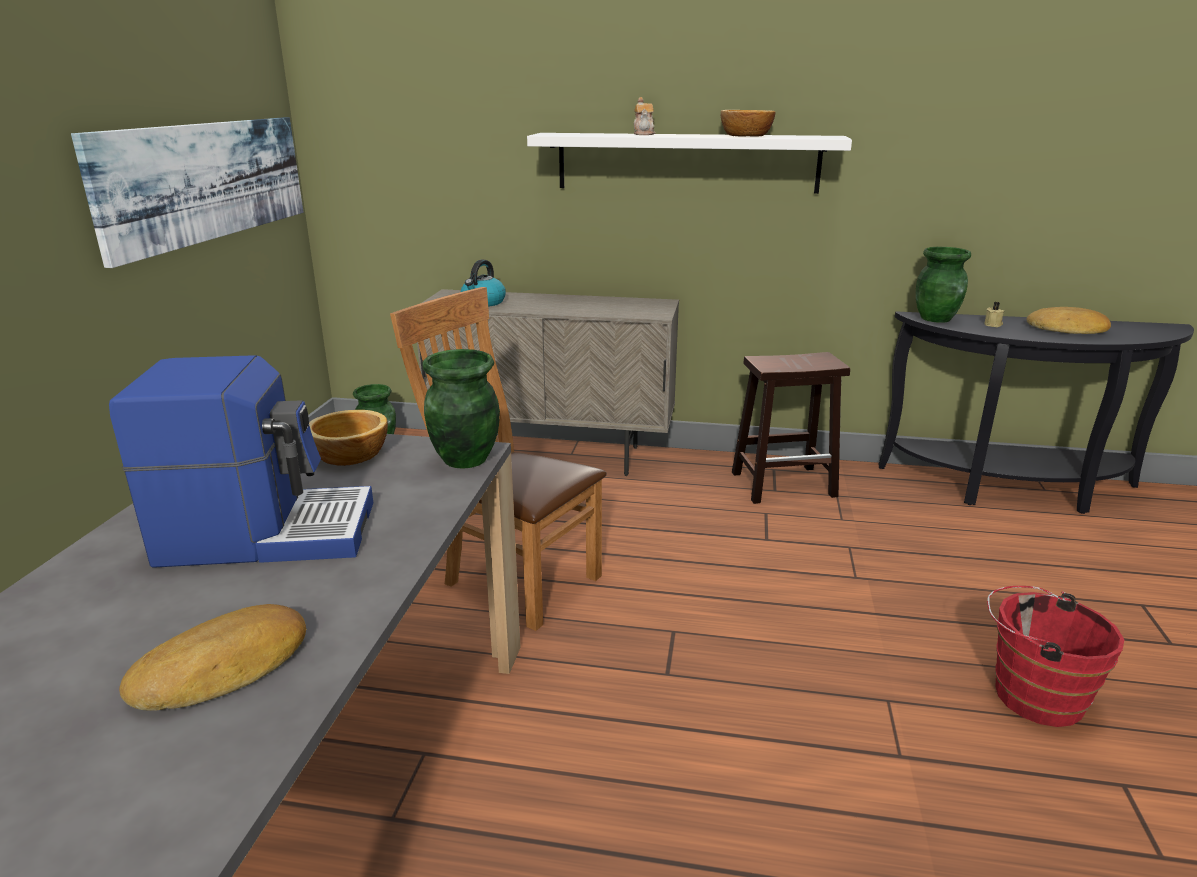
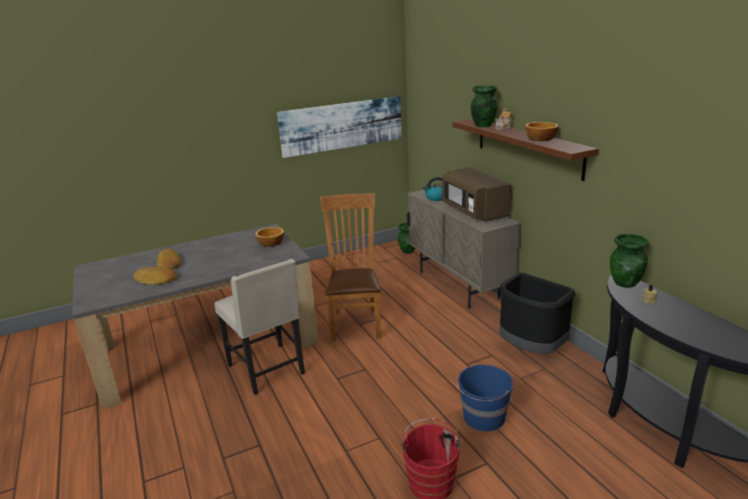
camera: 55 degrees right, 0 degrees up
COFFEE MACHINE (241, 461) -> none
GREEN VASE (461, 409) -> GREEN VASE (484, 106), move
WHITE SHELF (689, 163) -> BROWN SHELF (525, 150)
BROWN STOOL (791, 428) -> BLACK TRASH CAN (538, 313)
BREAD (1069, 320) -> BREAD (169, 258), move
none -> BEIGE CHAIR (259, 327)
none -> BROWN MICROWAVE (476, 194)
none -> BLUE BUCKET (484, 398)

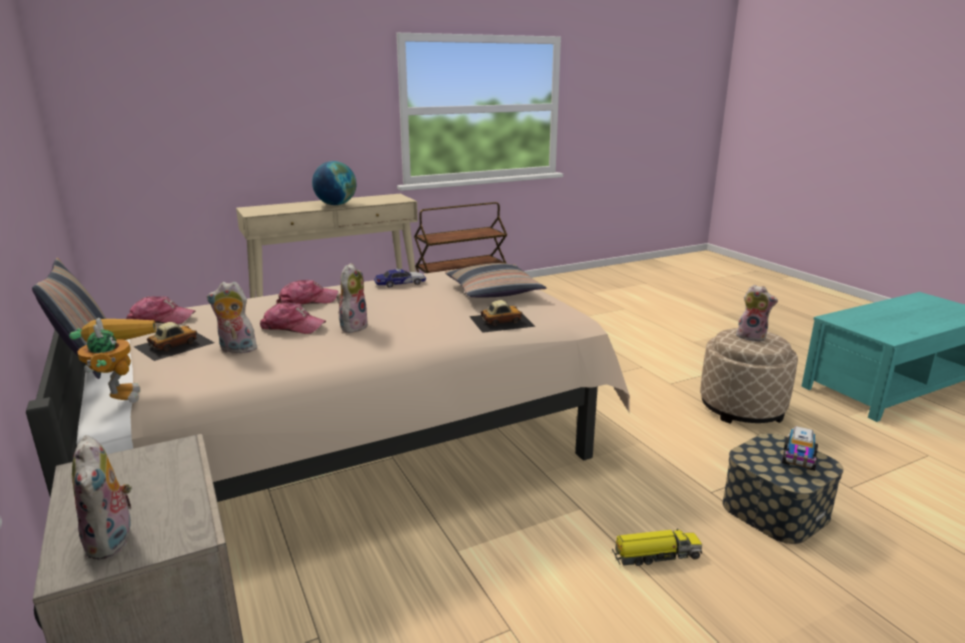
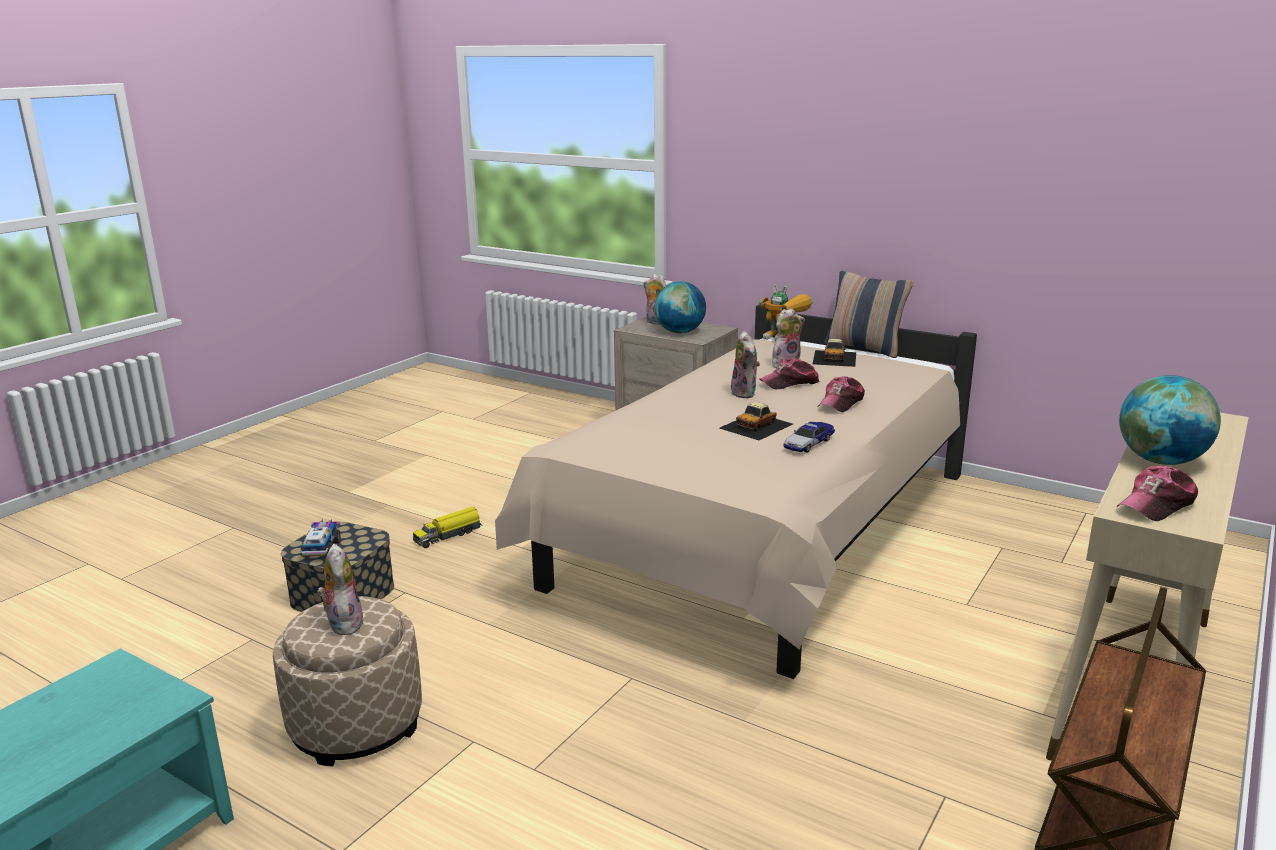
camera: 150 degrees right, 0 degrees up
CAP (160, 310) -> CAP (1157, 493), move
PILLOW (496, 280) -> none
TOY CAR (502, 316) -> TOY CAR (756, 421), move
PLUSH TOY (757, 313) -> PLUSH TOY (340, 589), 75 degrees clockwise
none -> GLOBE (680, 307)

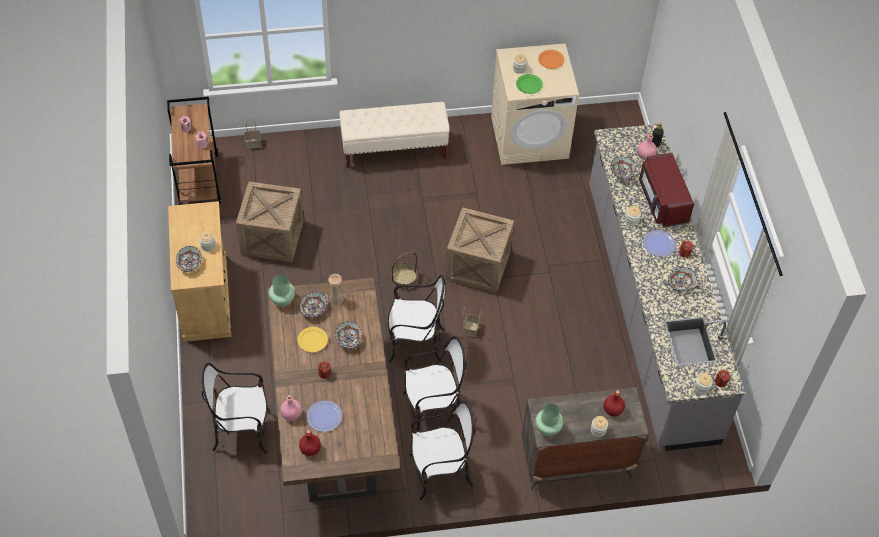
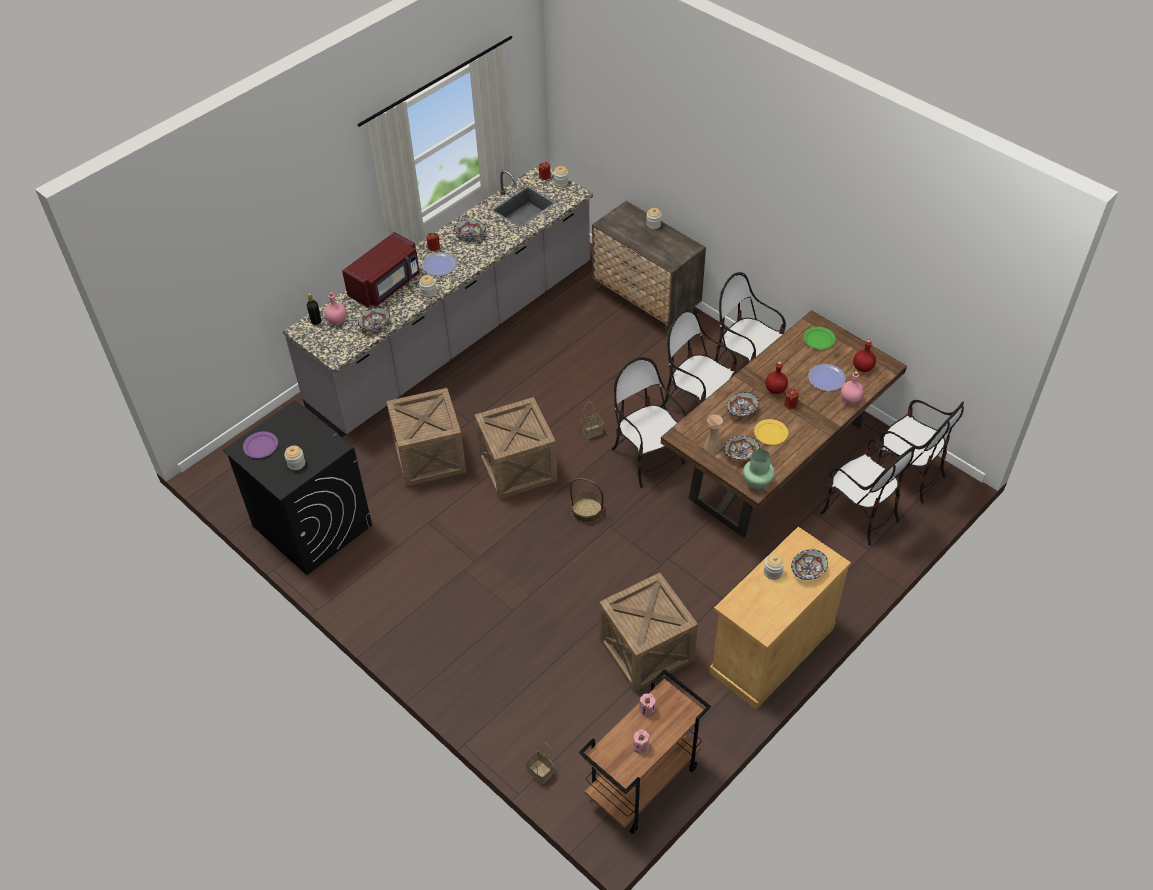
camera: 125 degrees left, 5 degrees down
BEIGE BENCH (394, 135) -> none
BEIGE WASHING MACHINE (535, 104) -> BLACK WASHING MACHINE (297, 487)
GREEN PLATE (529, 84) -> GREEN PLATE (820, 338), move
GREEN VASE (549, 419) -> none
ORANGE PLATE (551, 59) -> PURPLE PLATE (260, 444)
RED BOTTLE (614, 403) -> RED BOTTLE (777, 377), move
none -> CRATE (426, 437)
none -> CHAIR (920, 452)

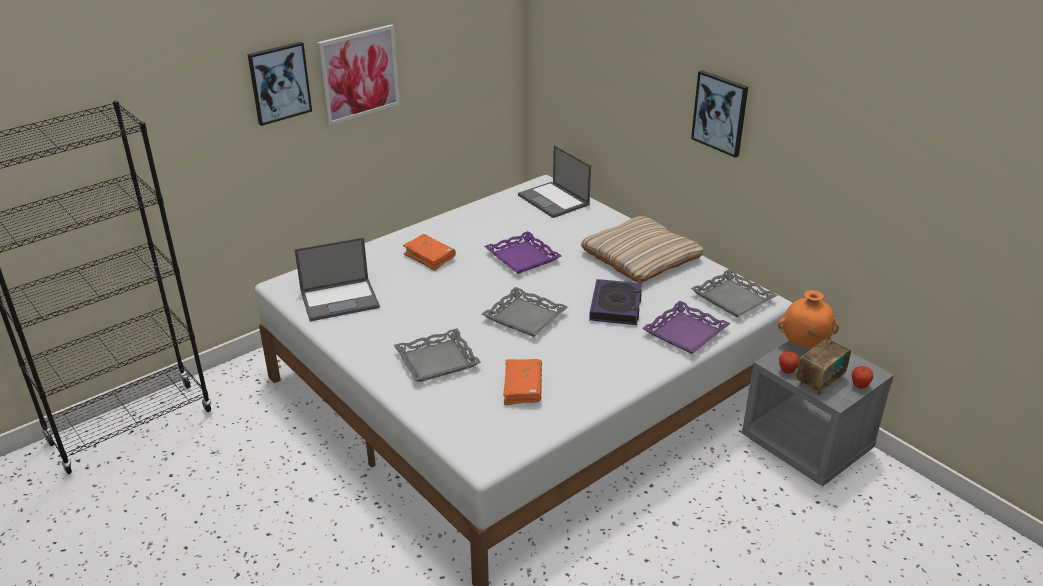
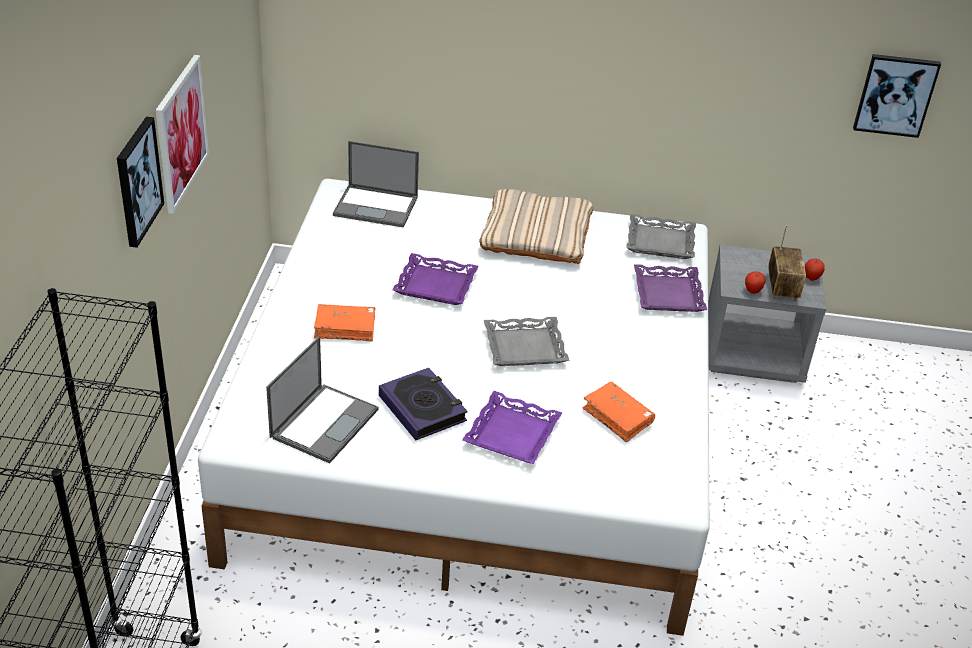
camera: 45 degrees left, 5 degrees up
GREY TRAY (437, 355) -> PURPLE TRAY (512, 427)
BOOK (615, 302) -> BOOK (423, 404), move
PICTURE (719, 114) -> PICTURE (897, 96), move
ORANGE VASE (808, 319) -> none

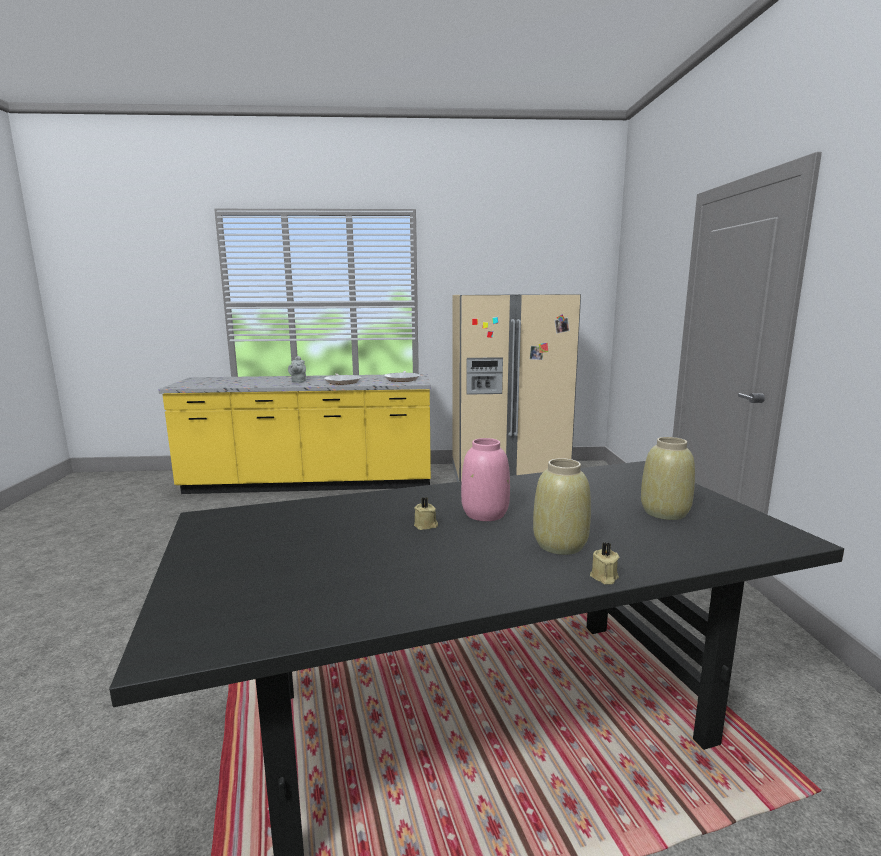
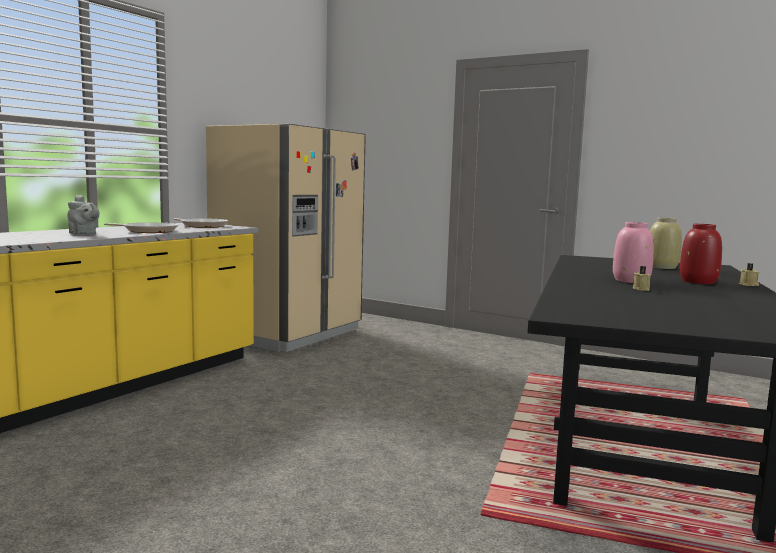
camera: 55 degrees left, 5 degrees down
BEIGE VASE (562, 506) -> RED VASE (701, 254)

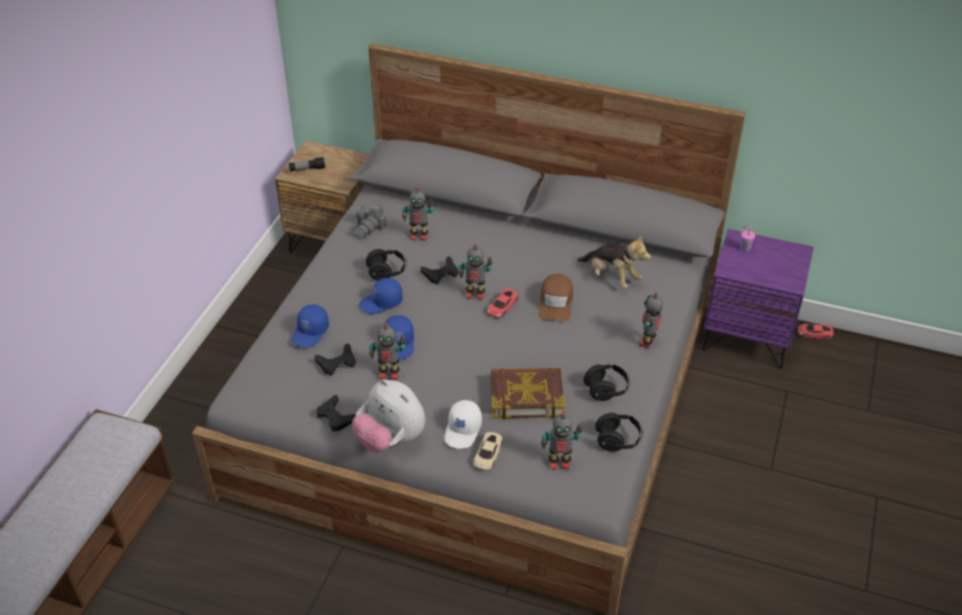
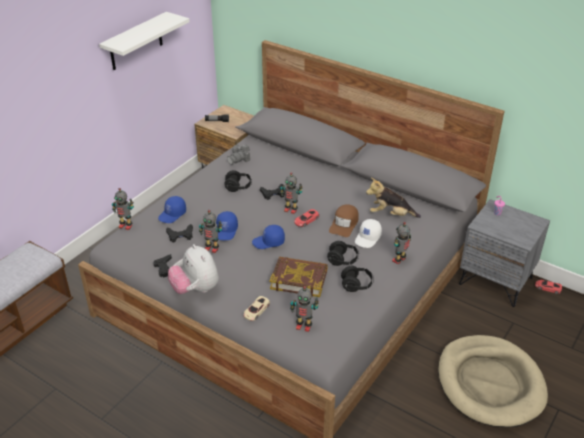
camera: 15 degrees right, 5 degrees down
BLUE CAP (381, 296) -> BLUE CAP (268, 237), move
TOY ROBOT (418, 214) -> TOY ROBOT (123, 209), move
WHITE CAP (463, 424) -> WHITE CAP (368, 233), move
PLUSH TOY (614, 261) -> PLUSH TOY (393, 198), 135 degrees clockwise
BLACK HEADPHONES (619, 432) -> BLACK HEADPHONES (343, 253), move
PURPLE NIGHTSTAND (758, 299) -> GREY NIGHTSTAND (504, 253)
none -> WHITE SHELF (144, 41)
none -> BEIGE DOG BED (493, 381)

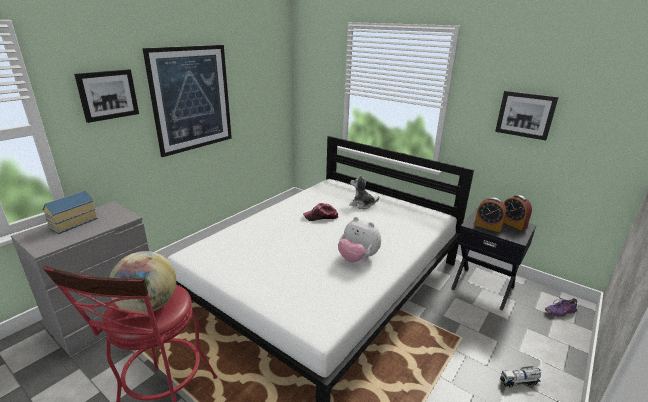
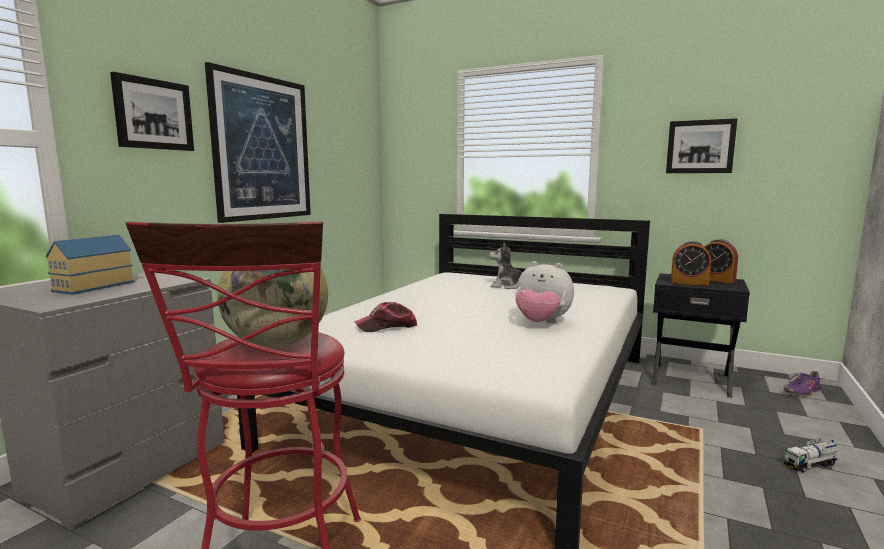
camera: 10 degrees left, 15 degrees down
CAP (320, 212) -> CAP (386, 317), move

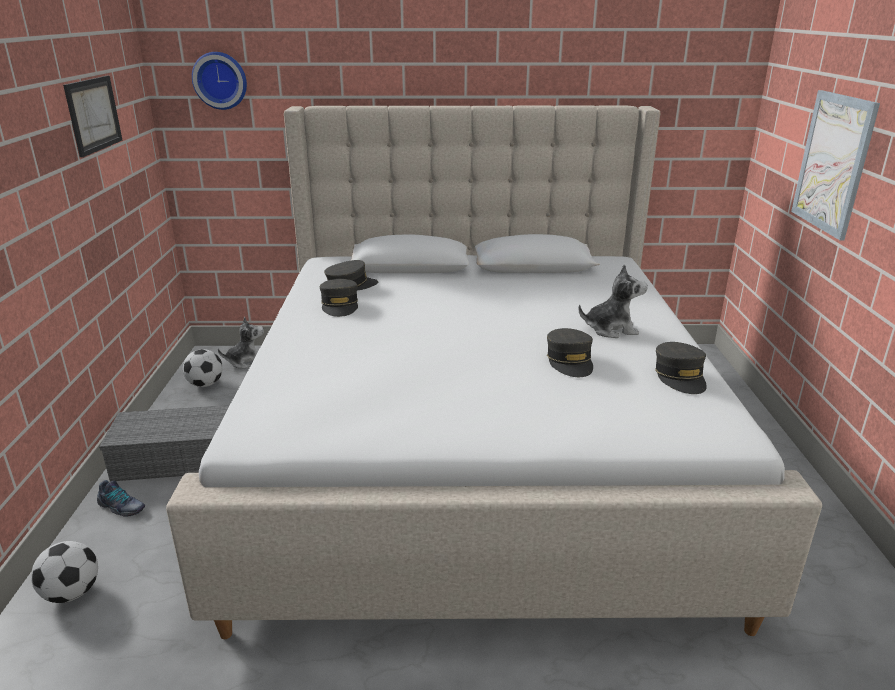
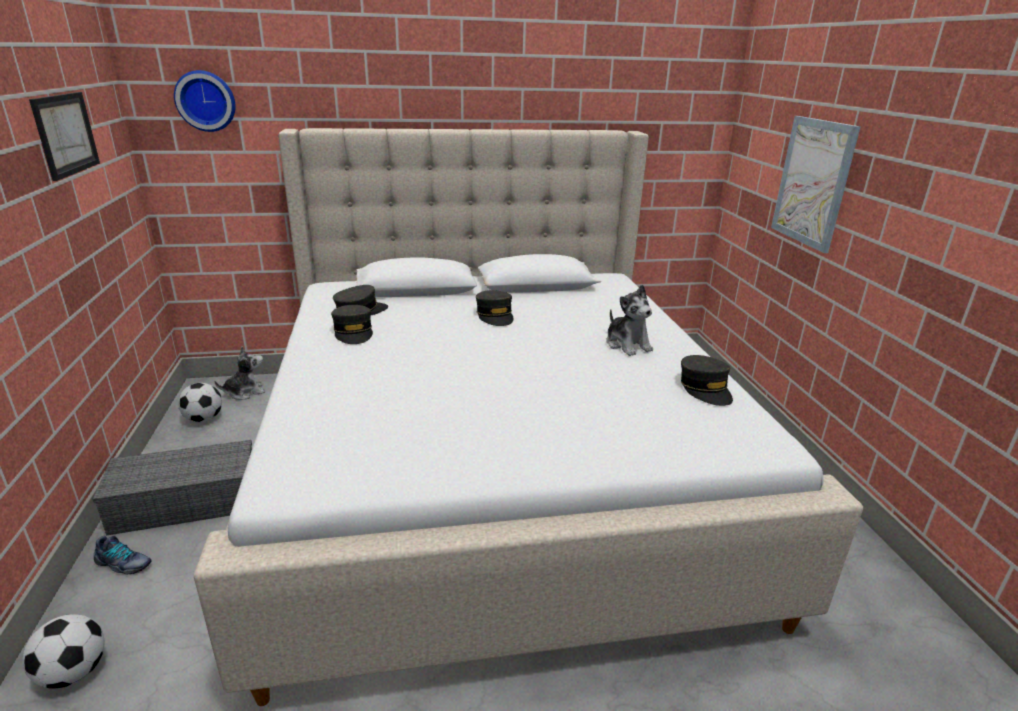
camera: 10 degrees left, 0 degrees up
GREY CAP (570, 352) -> GREY CAP (495, 308), move
PLUSH TOY (613, 301) -> PLUSH TOY (629, 320), 75 degrees clockwise

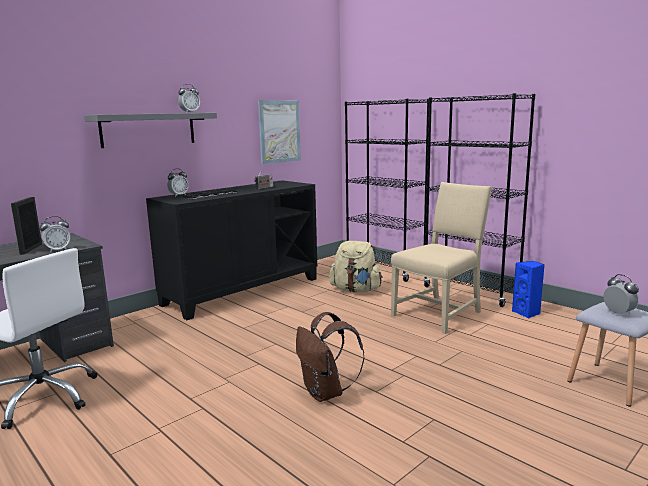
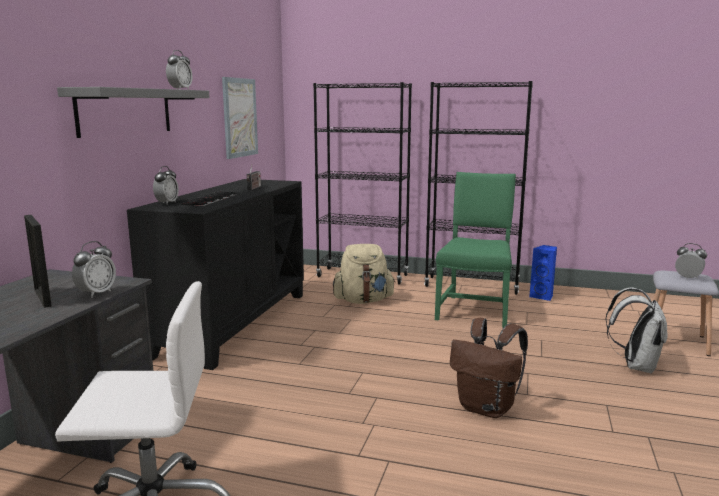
camera: 30 degrees left, 0 degrees up
BEIGE CHAIR (441, 258) -> GREEN CHAIR (475, 250)
none -> WHITE BACKPACK (636, 331)

